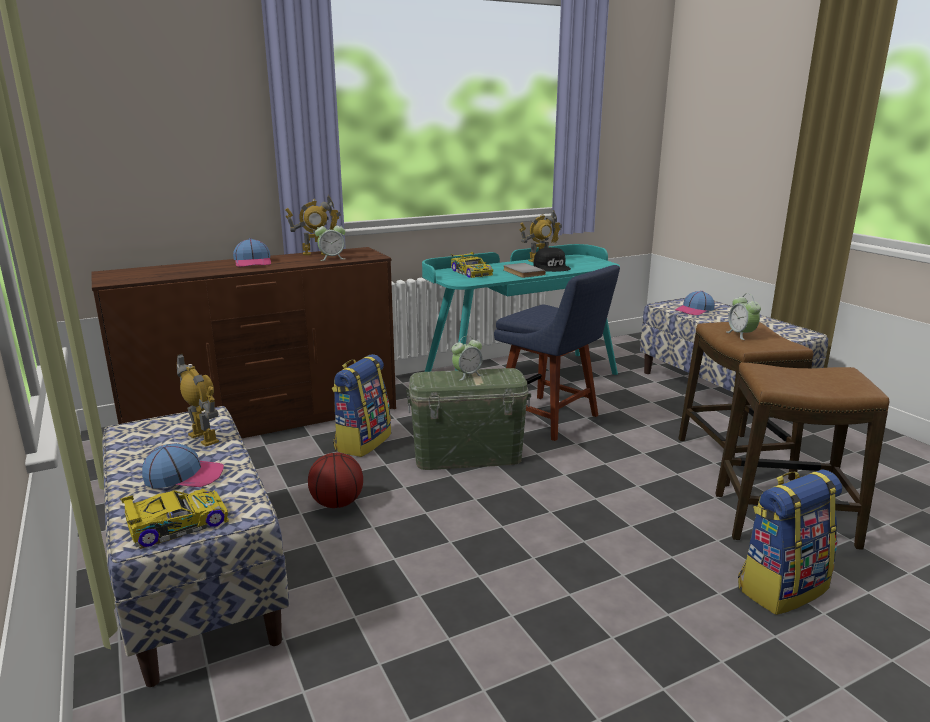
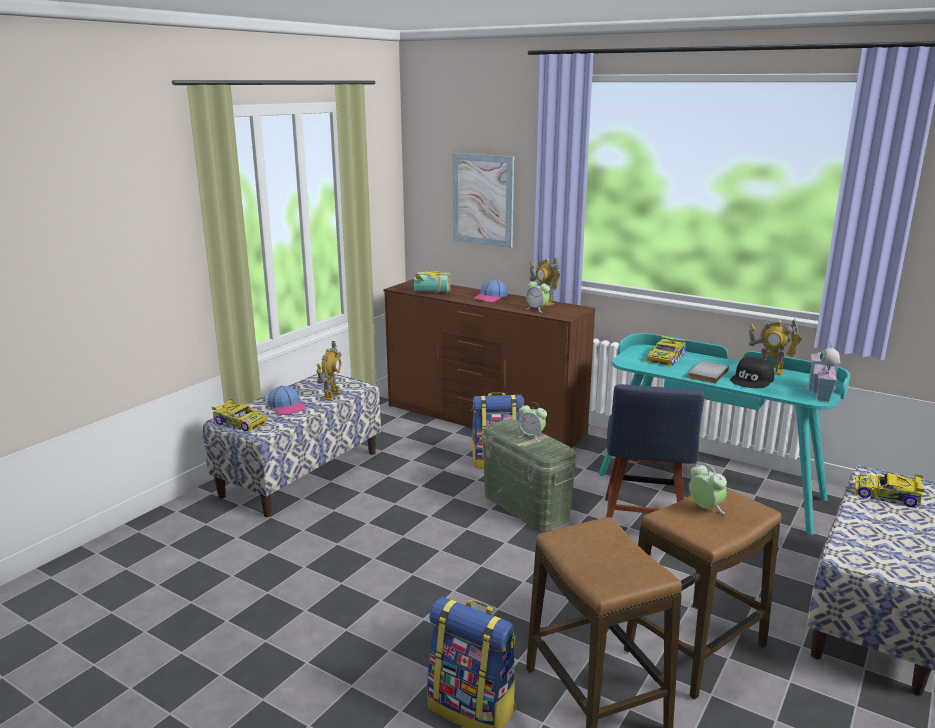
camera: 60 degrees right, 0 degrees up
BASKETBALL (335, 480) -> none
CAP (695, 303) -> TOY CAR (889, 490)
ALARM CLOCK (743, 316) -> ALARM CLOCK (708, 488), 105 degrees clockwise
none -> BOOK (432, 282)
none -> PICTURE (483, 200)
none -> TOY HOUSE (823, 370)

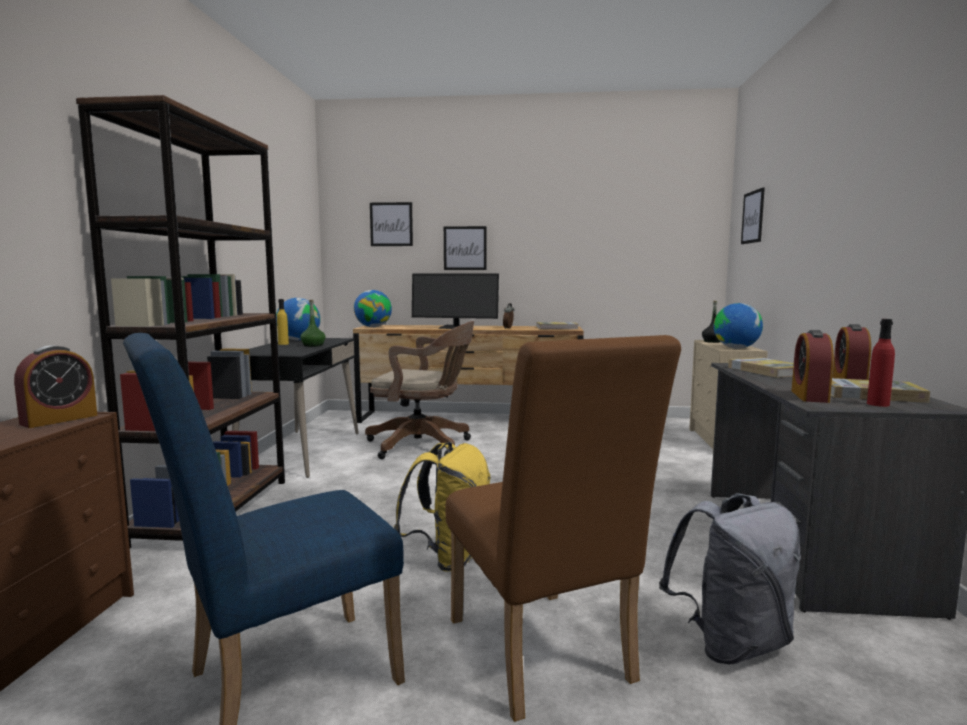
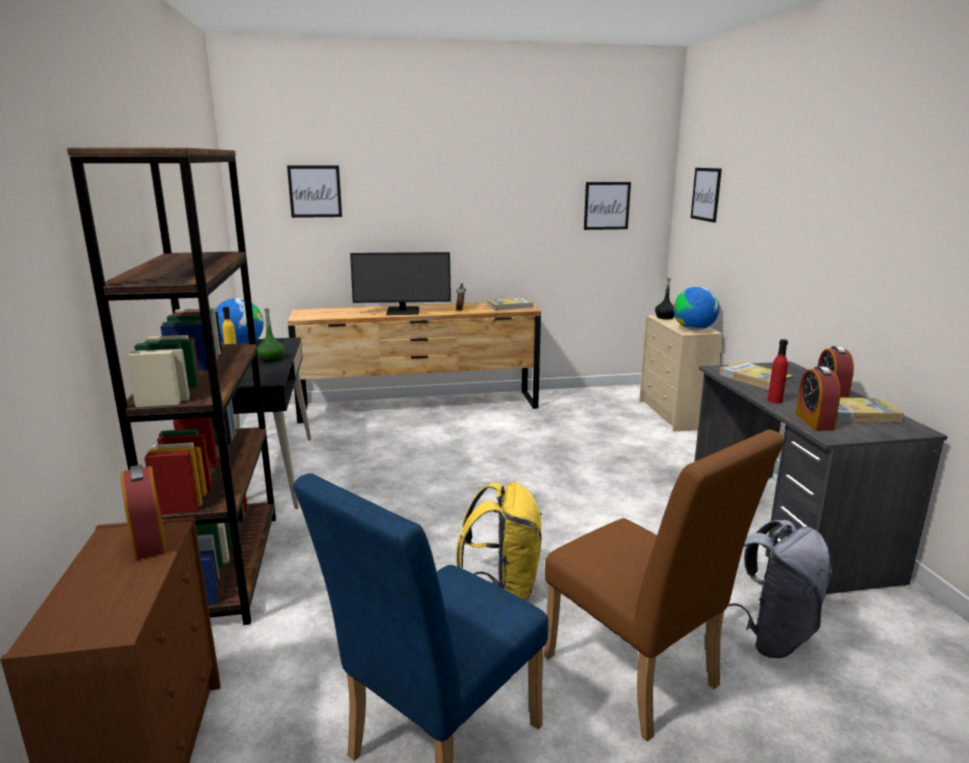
camera: 15 degrees left, 10 degrees up
ALARM CLOCK (55, 387) -> ALARM CLOCK (143, 512), 45 degrees counterclockwise
GLOBE (373, 308) -> none
BROWN OFFICE CHAIR (419, 390) -> none
PICTURE (465, 248) -> PICTURE (607, 206), move
RED BOTTLE (881, 363) -> RED BOTTLE (778, 371), move

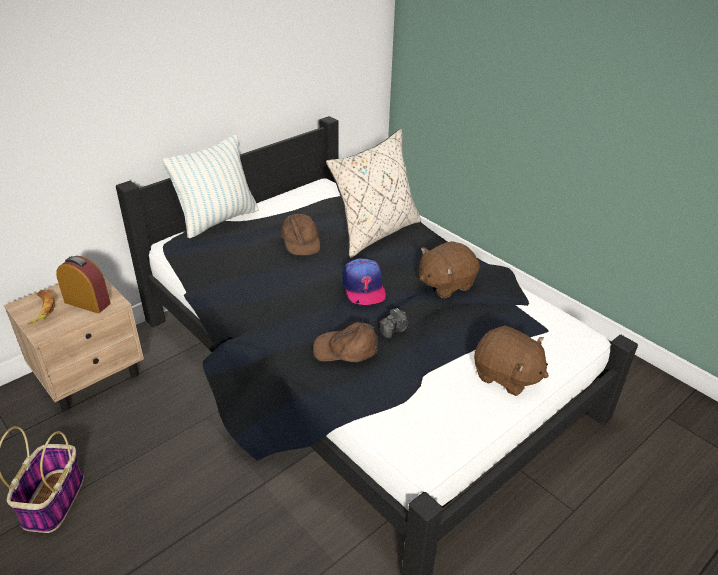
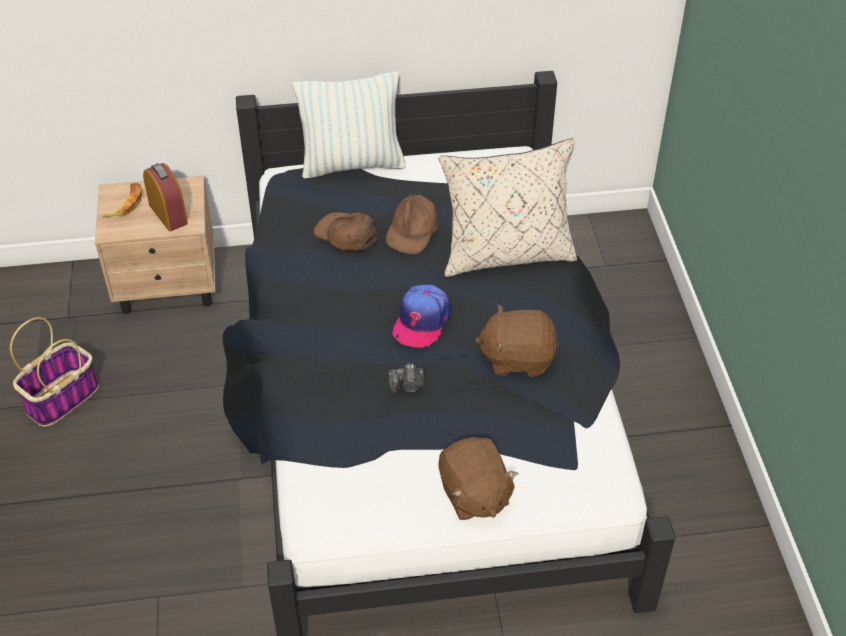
camera: 35 degrees right, 10 degrees up
BROWN CAP (345, 342) -> BROWN CAP (345, 231), move

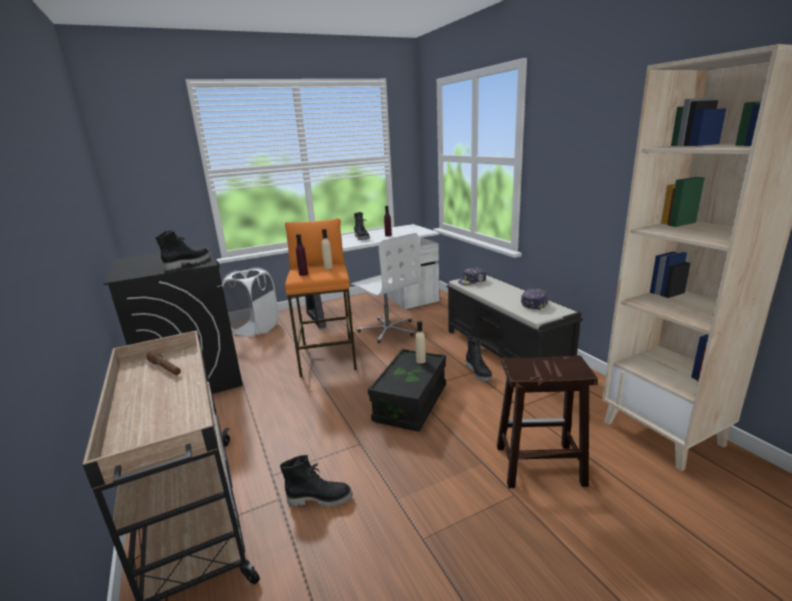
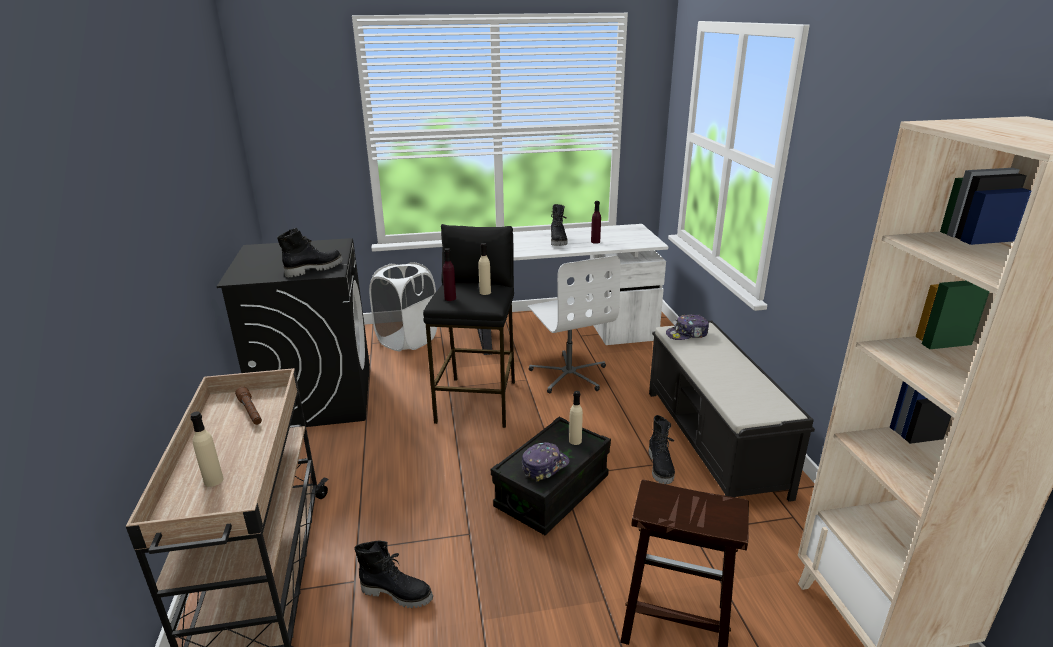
camera: 15 degrees right, 5 degrees up
ORANGE STOOL (321, 297) -> BLACK STOOL (469, 326)
CAP (535, 299) -> CAP (546, 462), move
none -> BEIGE BOTTLE (207, 449)

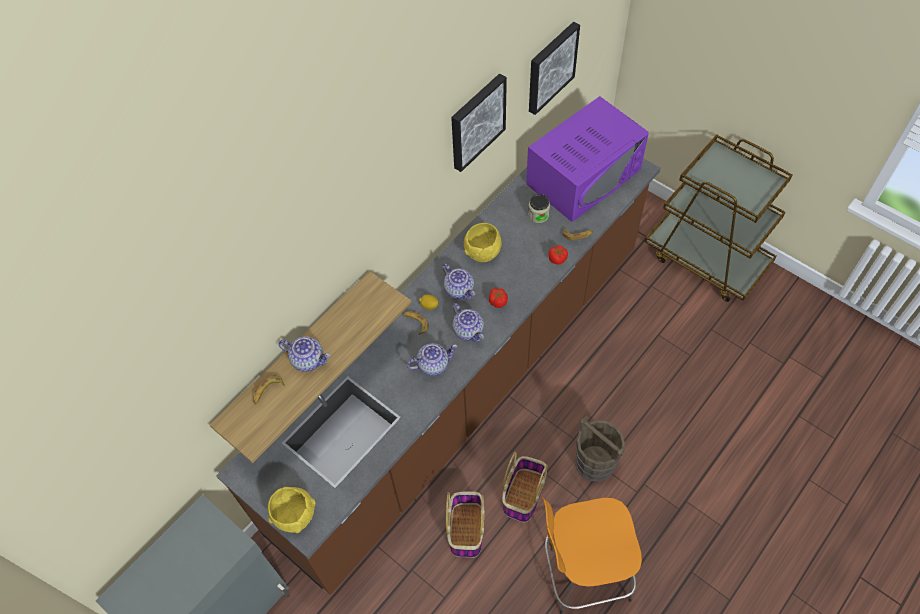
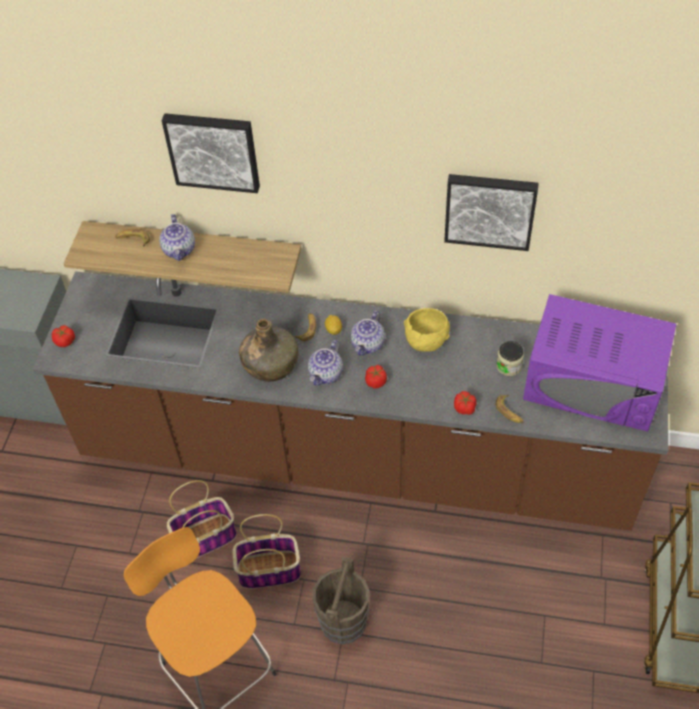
camera: 60 degrees right, 5 degrees down
YELLOW BOWL (291, 510) -> TOMATO (63, 336)
TEAPOT (432, 359) -> GREEN BOTTLE (268, 350)
PICTURE (554, 68) -> PICTURE (211, 153), move

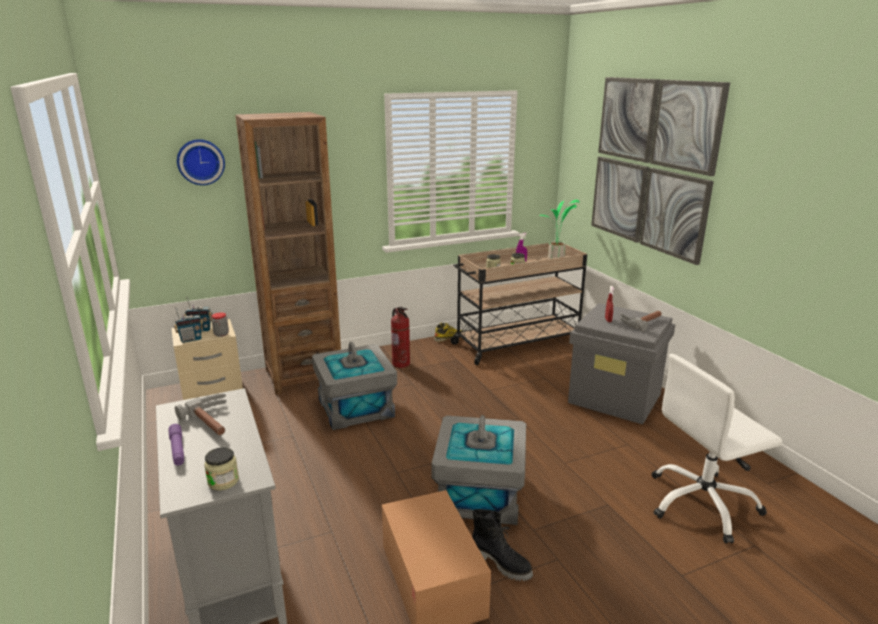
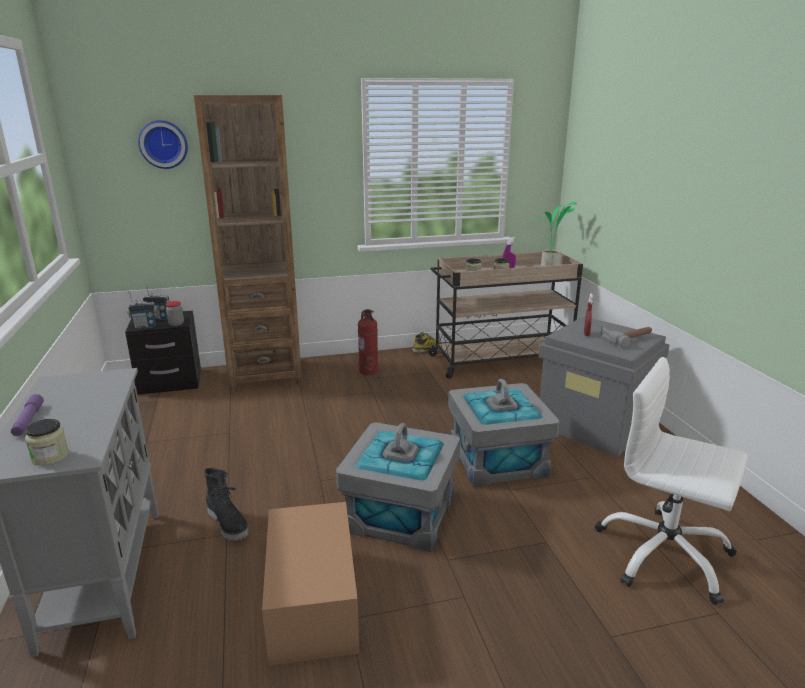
camera: 10 degrees right, 0 degrees up
BEIGE NIGHTSTAND (207, 359) -> BLACK NIGHTSTAND (163, 353)
HAMMER (201, 414) -> none
GREY STORAGE BOX (354, 386) -> GREY STORAGE BOX (504, 433), move
BLACK BOOT (502, 545) -> BLACK BOOT (226, 504), move
PICTURE (660, 171) -> none
WHITE OFFICE CHAIR (716, 449) -> WHITE OFFICE CHAIR (671, 481), 45 degrees clockwise

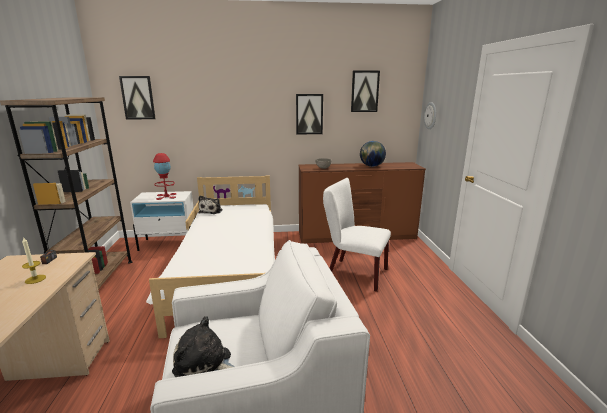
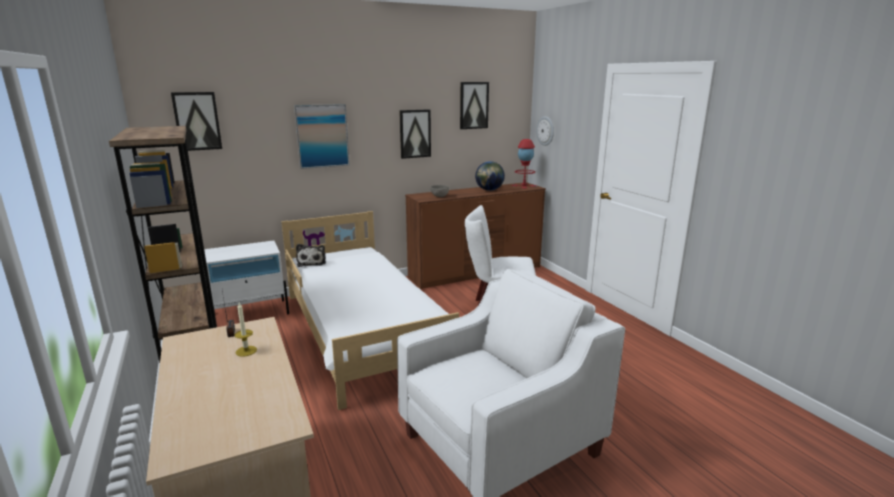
camera: 20 degrees left, 0 degrees up
RED TABLE LAMP (164, 176) -> RED TABLE LAMP (524, 164), move
PLUSH TOY (203, 346) -> none
none -> PICTURE (322, 136)

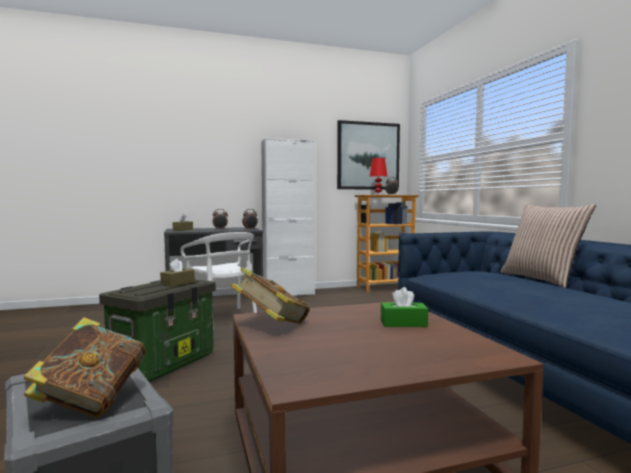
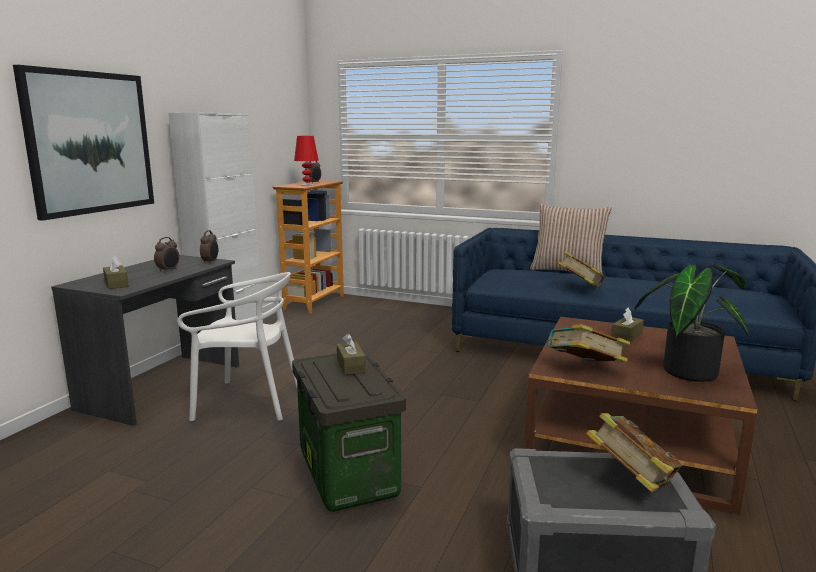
camera: 50 degrees left, 10 degrees up
PICTURE (368, 155) -> PICTURE (83, 143), move
GREEN TISSUE BOX (404, 307) -> BROWN TISSUE BOX (627, 325)
none -> BOOK (581, 269)
none -> POTTED PLANT (692, 323)

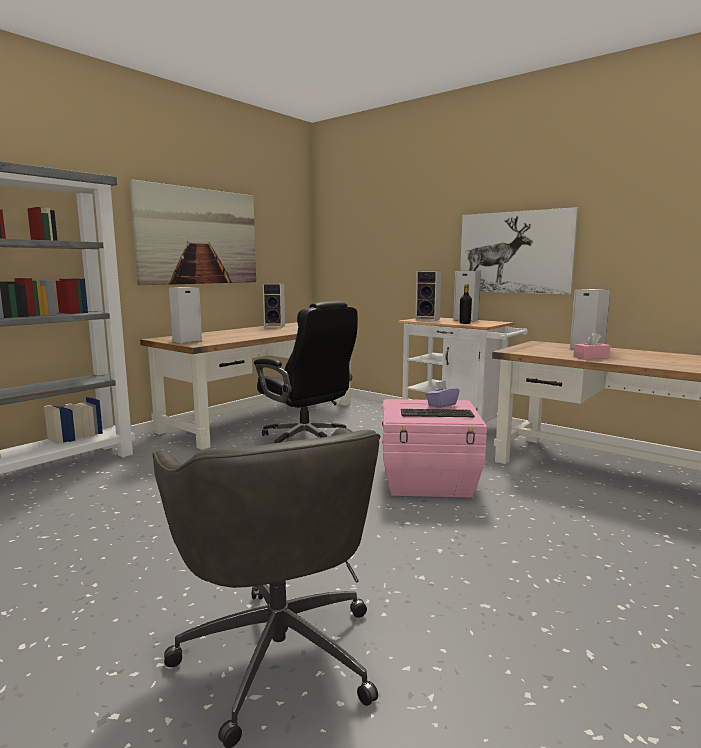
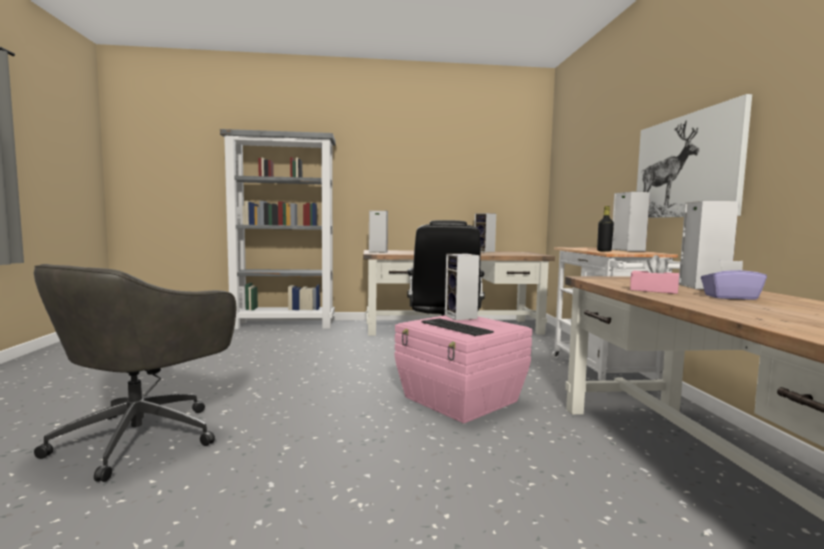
camera: 45 degrees right, 5 degrees down
PICTURE (192, 232) -> none
SPEAKER (428, 296) -> SPEAKER (462, 287), move
PURPLE TISSUE BOX (443, 394) -> PURPLE TISSUE BOX (734, 280), move

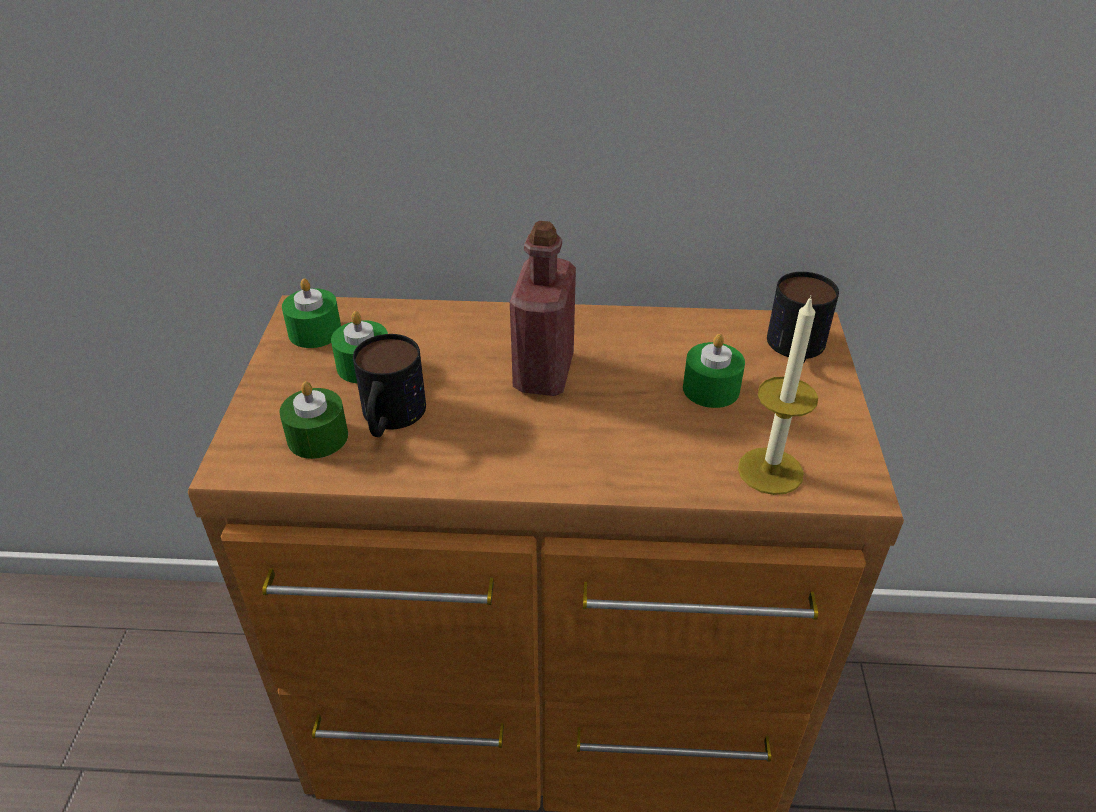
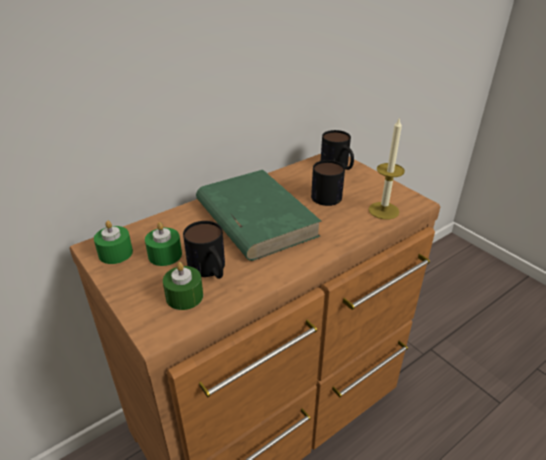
camera: 40 degrees left, 5 degrees down
RED BOTTLE (543, 308) -> GREEN BOOK (259, 215)
GREEN CANDLE (714, 371) -> MUG (328, 183)

